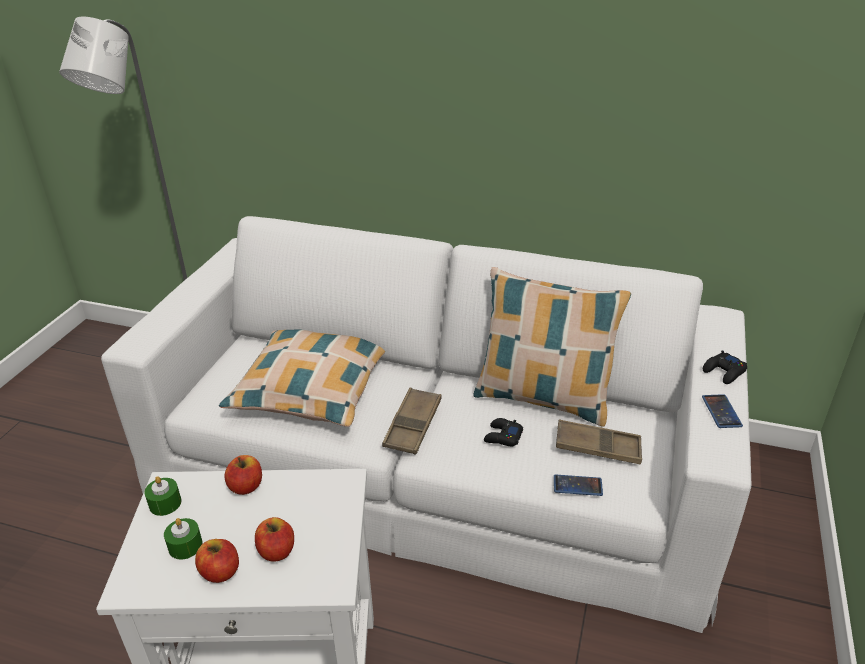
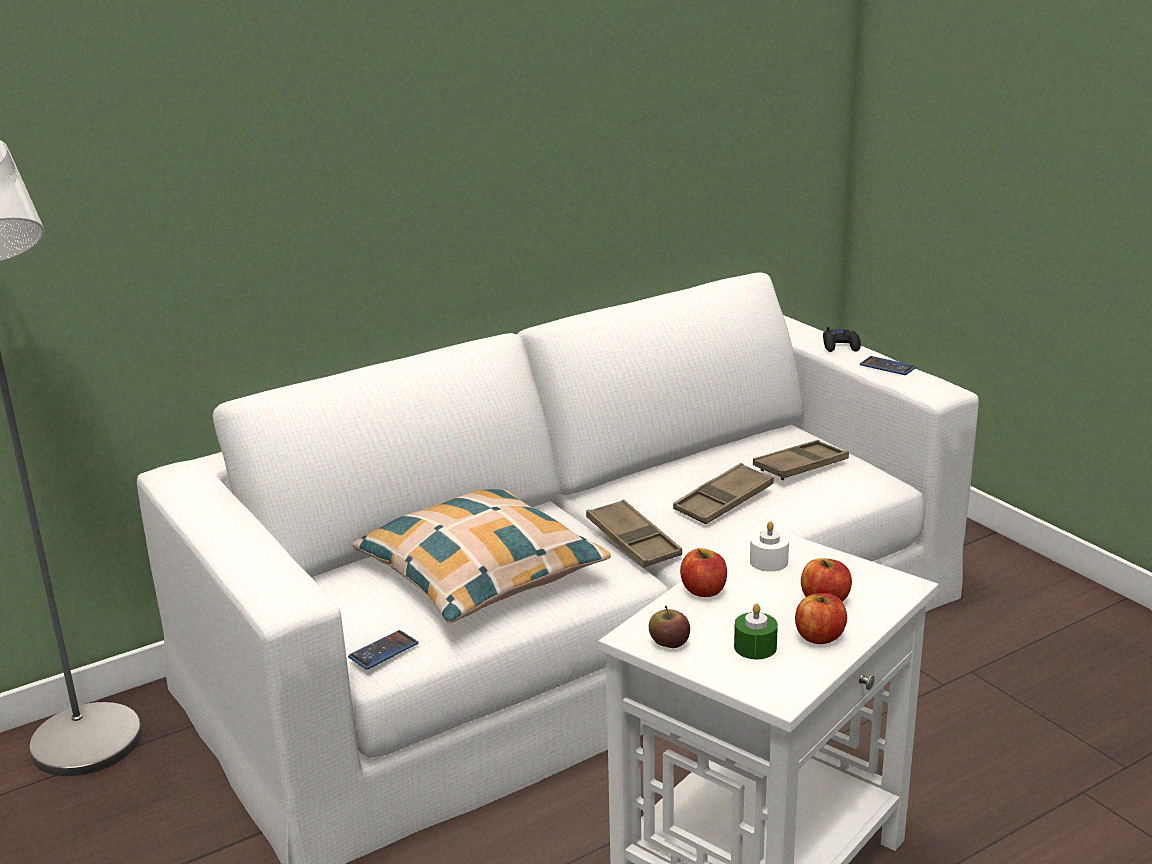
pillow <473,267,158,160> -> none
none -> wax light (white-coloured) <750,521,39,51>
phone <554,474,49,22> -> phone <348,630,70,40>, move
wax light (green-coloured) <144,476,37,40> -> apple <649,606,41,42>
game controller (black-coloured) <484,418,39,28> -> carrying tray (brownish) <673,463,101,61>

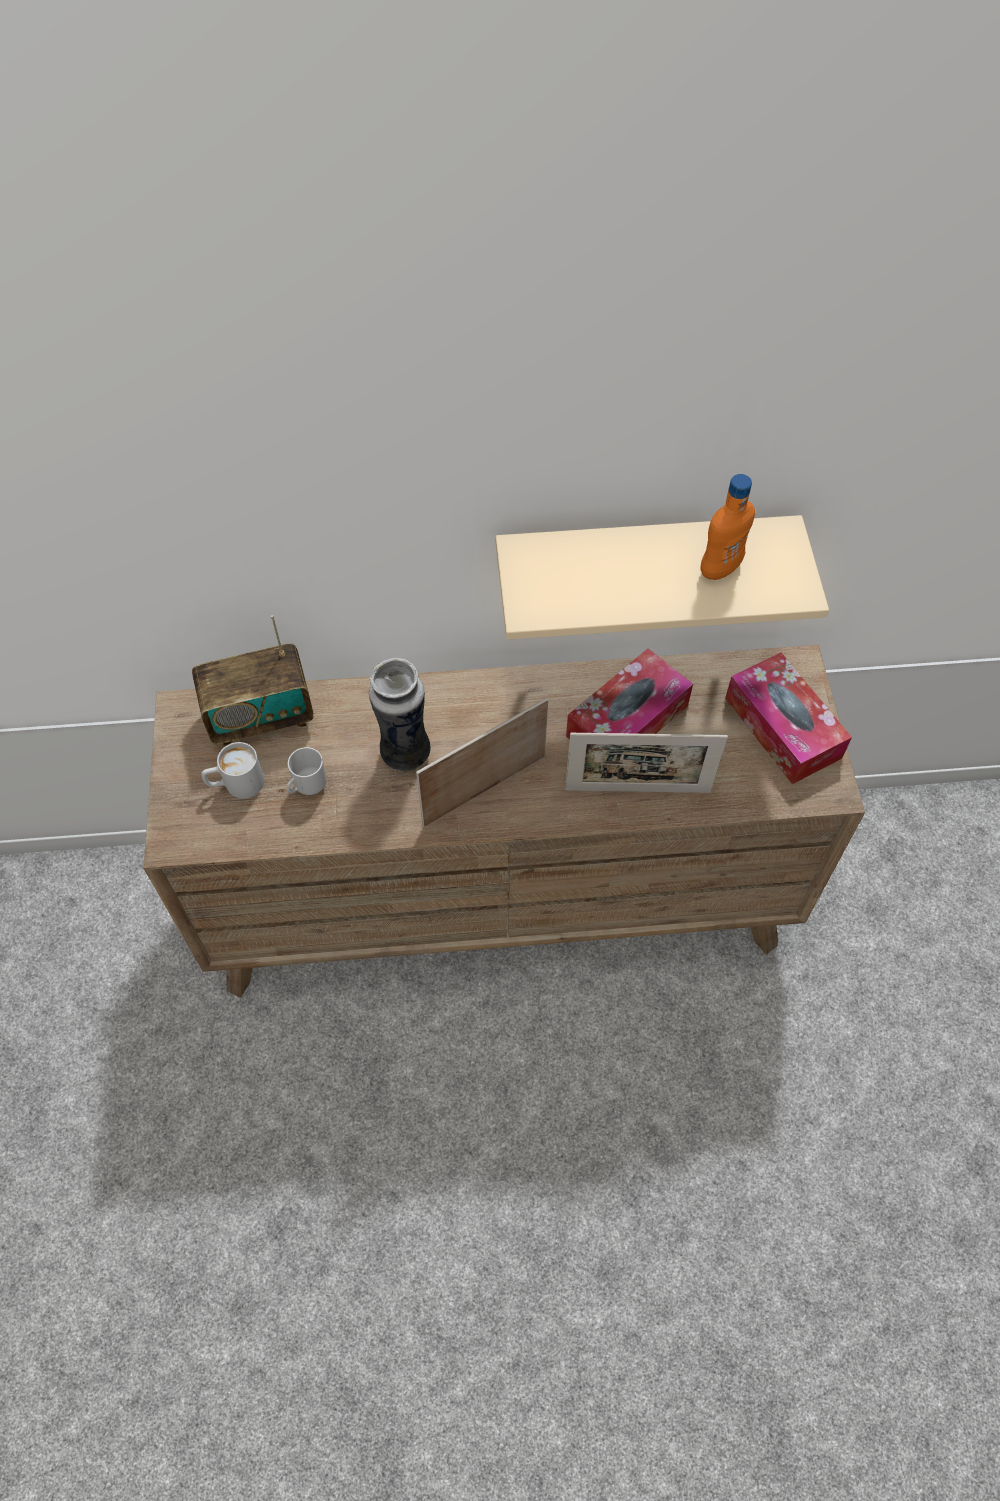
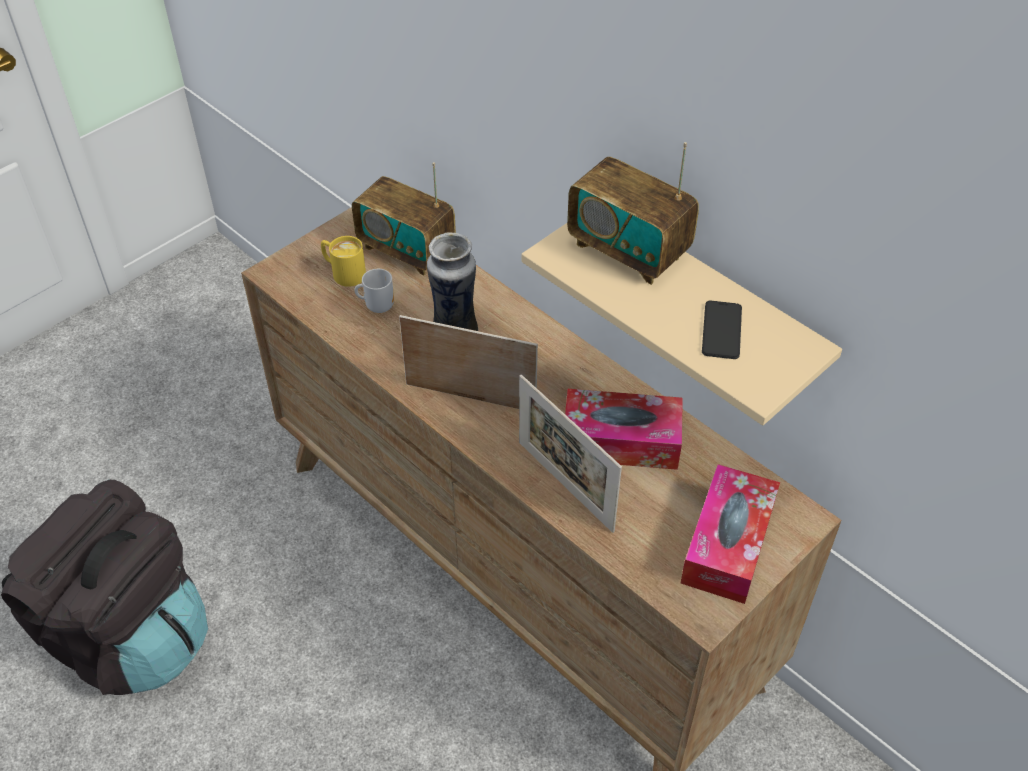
none -> knapsack (black-coloured) <1,480,207,215>
none -> radio receiver <567,142,132,143>
beverage bottle (orangey) <701,474,54,106> -> phone <702,301,40,58>
tea mug (white-coloured) <201,742,63,57> -> tea mug (yellow) <321,236,45,51>

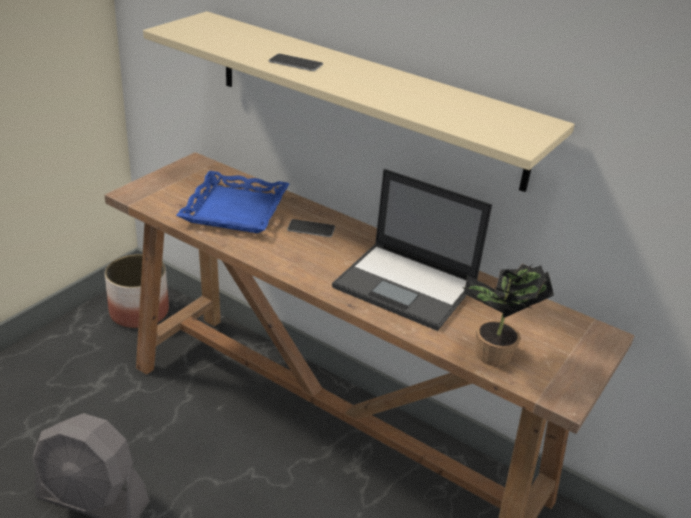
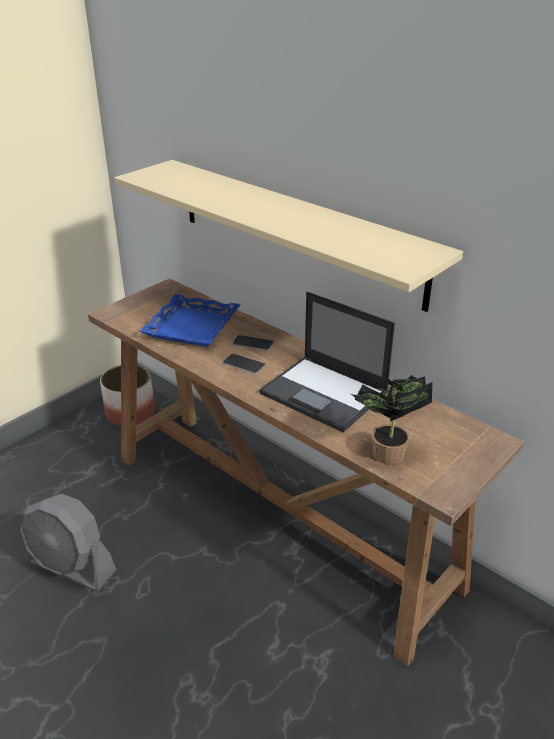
phone <268,54,55,17> -> phone <222,354,44,20>, move

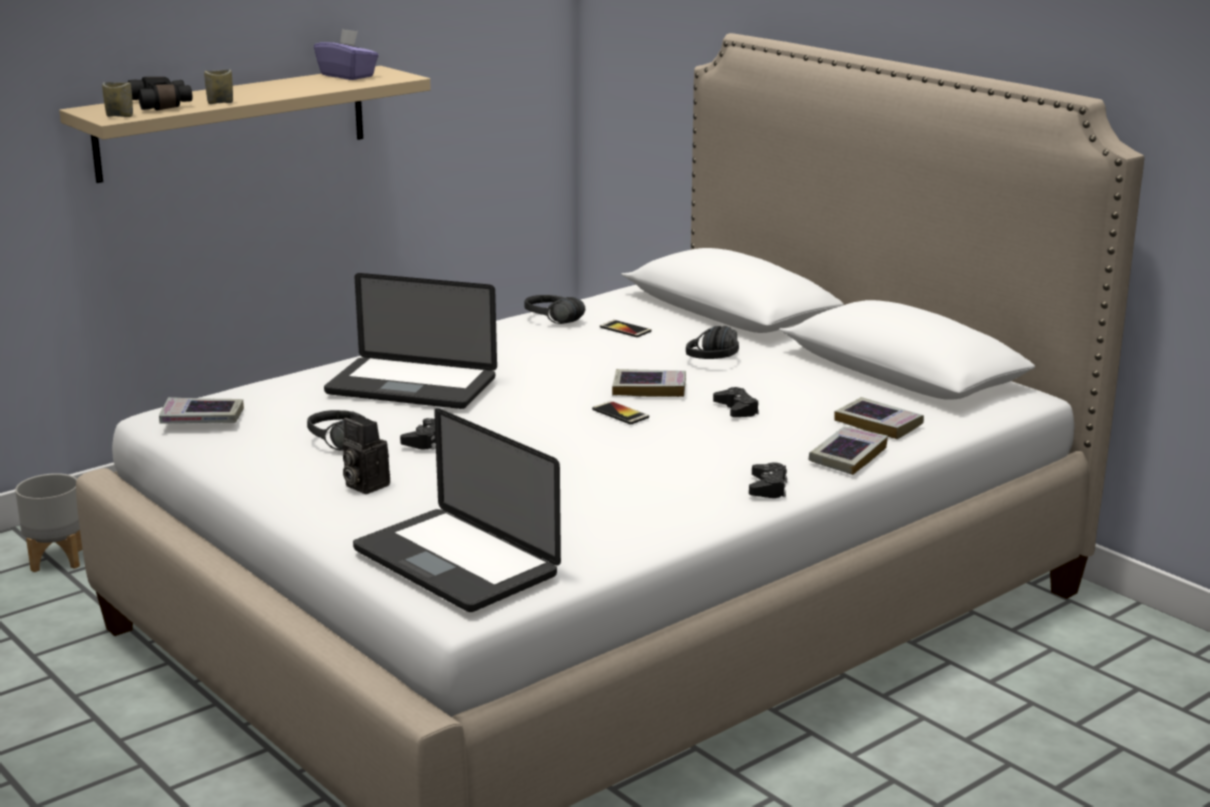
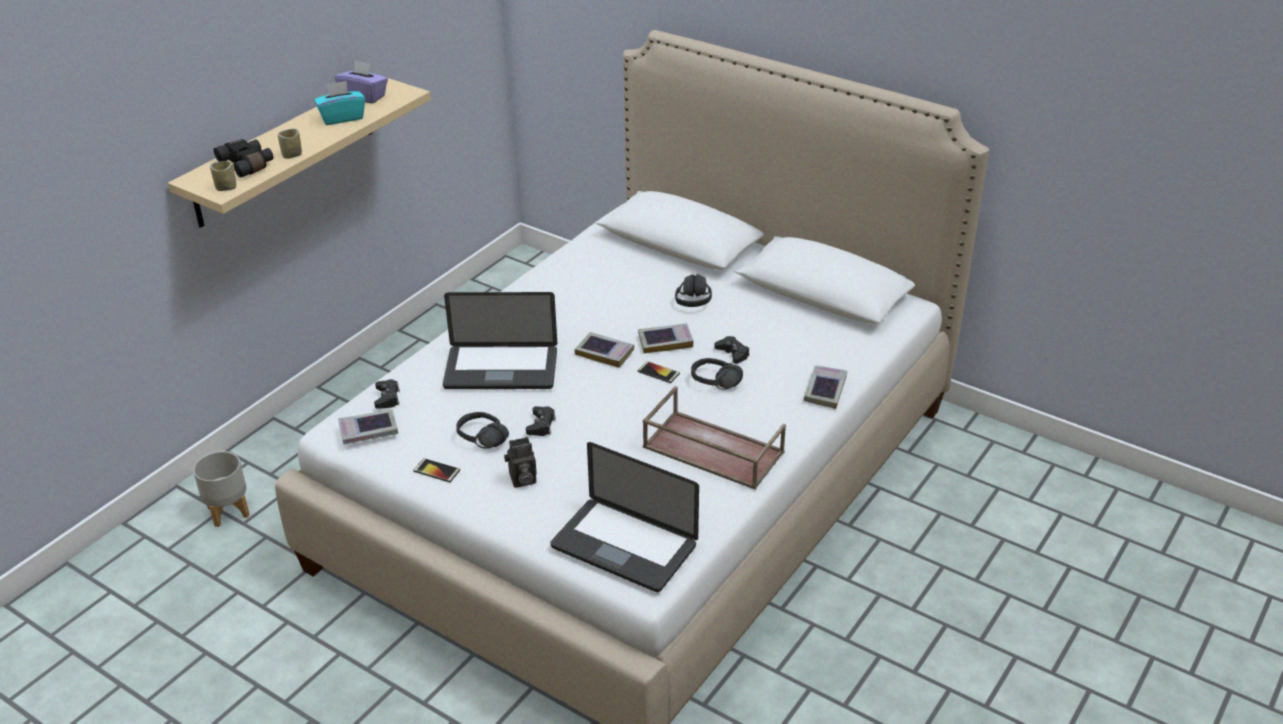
none -> box of tissues (turquoise) <314,81,51,44>
none -> carrying tray (brownish) <643,386,143,104>
headset (black-coloured) <524,295,61,29> -> headset (black-coloured) <691,358,52,32>, move
phone <600,320,51,17> -> phone <413,458,47,24>, move
game controller (black-coloured) <749,462,38,36> -> game controller (black-coloured) <374,379,26,30>, move
volume <834,397,90,42> -> volume <574,332,60,36>, move
still camera <343,416,47,78> -> still camera <504,437,33,51>, 45 degrees counterclockwise

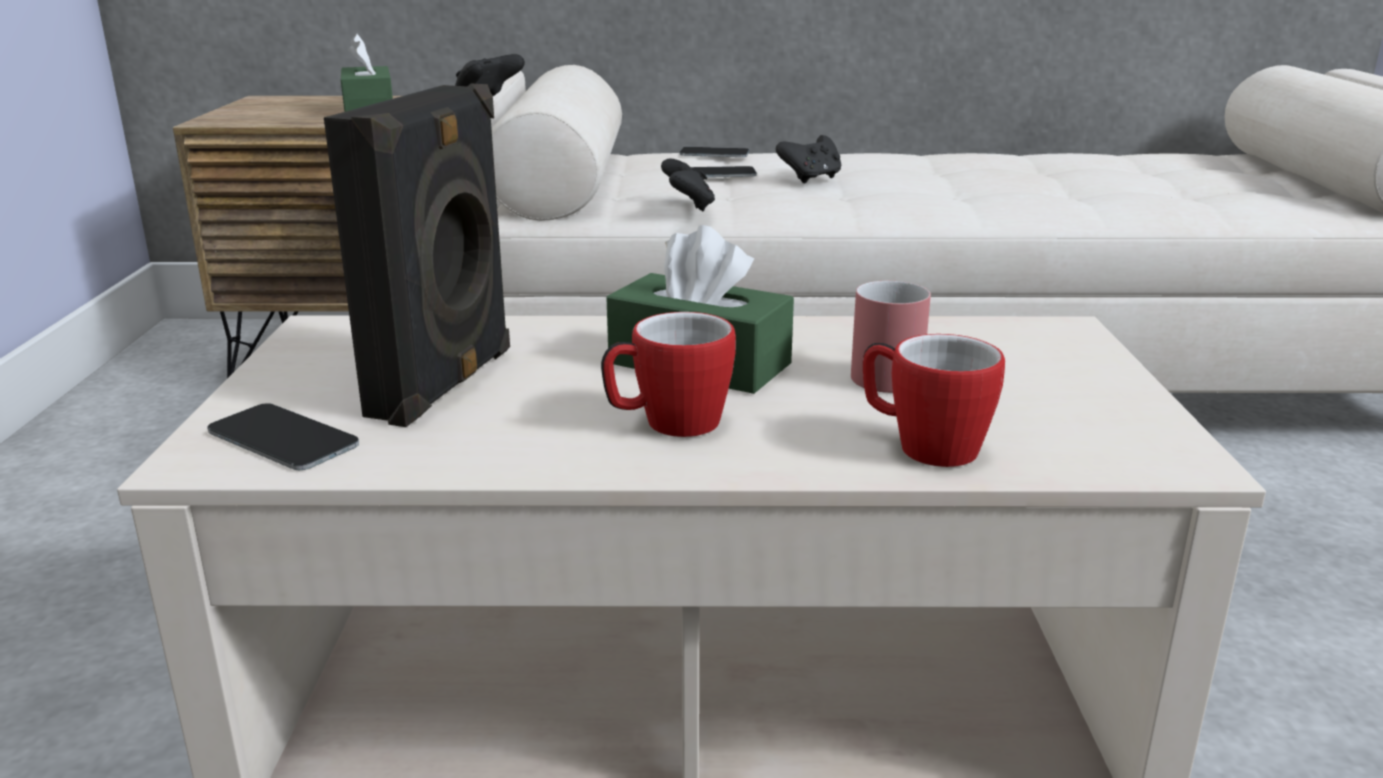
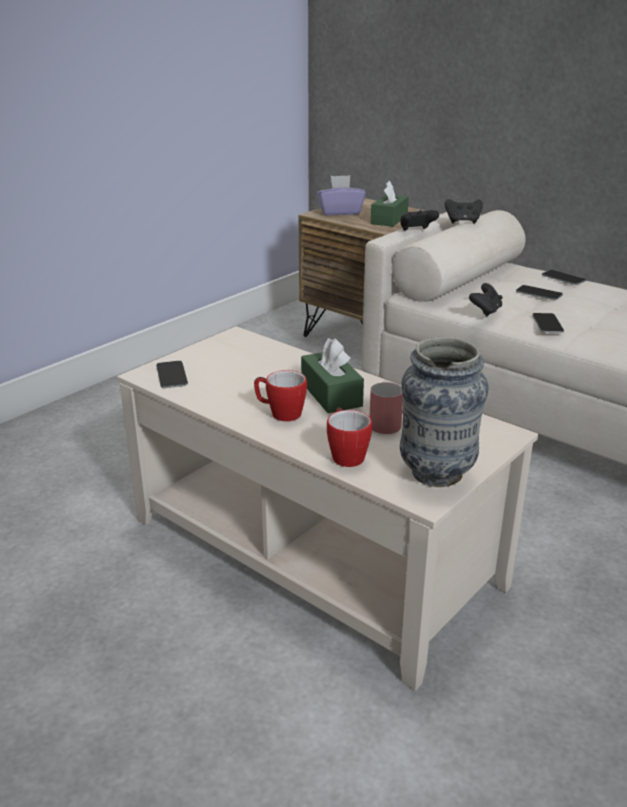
loudspeaker (black-coloured) <324,83,186,344> -> none
none -> box of tissues (purple-coloured) <317,175,49,41>
none -> vase <400,337,89,150>
none -> phone <532,313,32,20>
game controller (black-coloured) <776,135,65,49> -> game controller (black-coloured) <444,199,39,25>, move

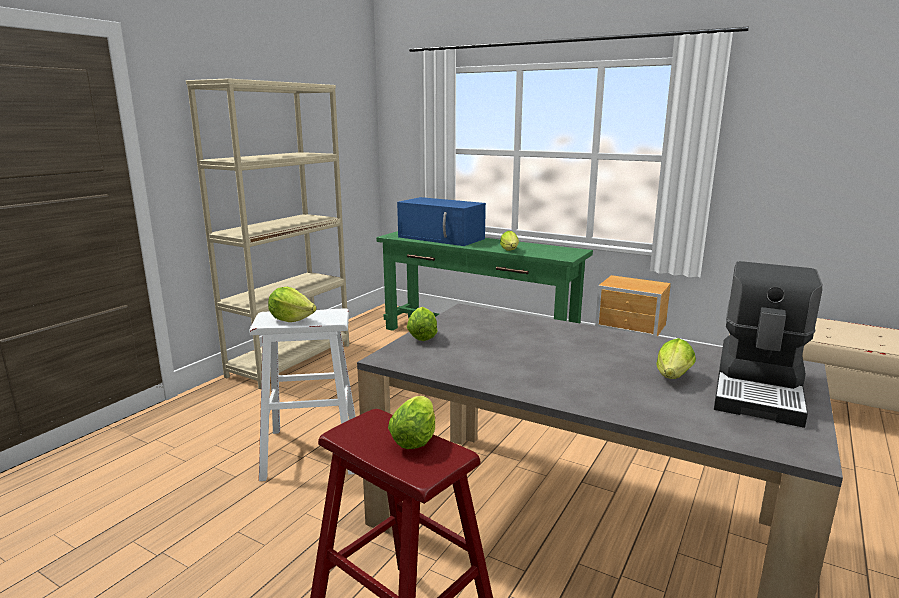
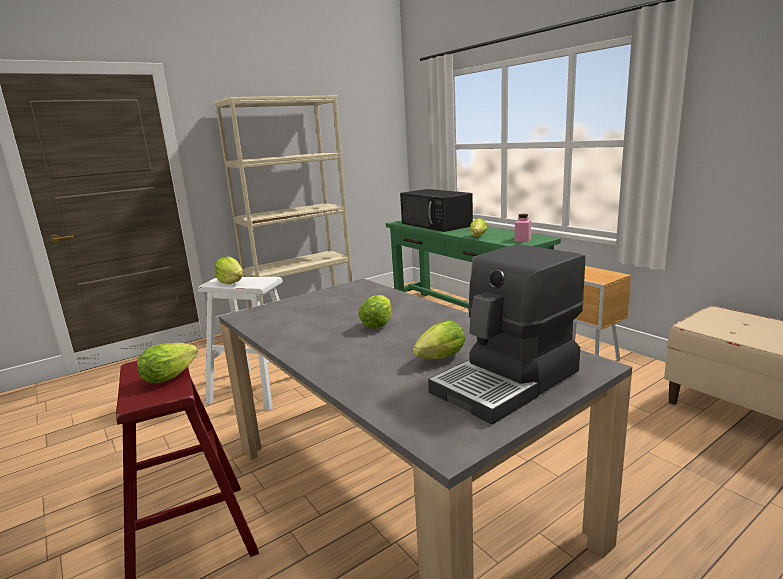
none -> jar (pink) <514,214,17,28>
lettuce head <407,307,30,34> -> lettuce head <358,295,34,34>, move
microwave (bluish) <397,197,89,49> -> microwave (black-coloured) <400,189,73,43>

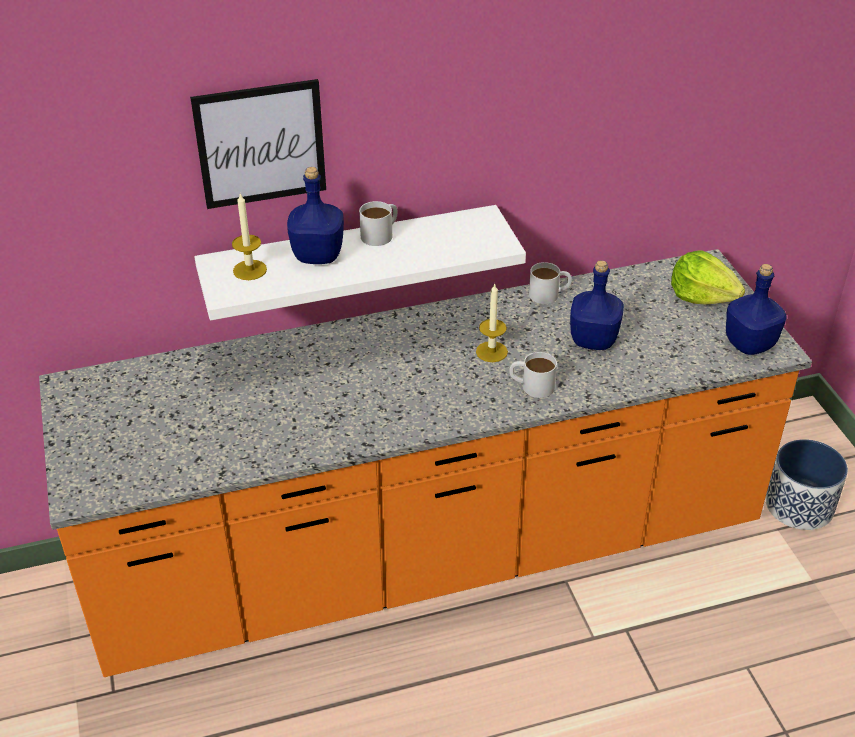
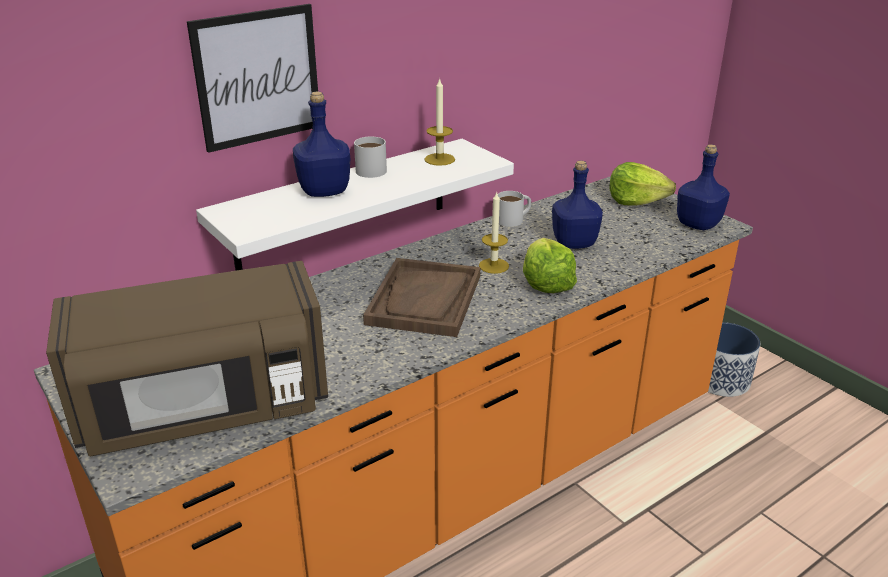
none -> microwave (brownish) <46,261,282,195>
none -> carrying tray (brownish) <363,258,117,79>
wax light <232,192,35,88> -> wax light <424,78,31,88>, move
tea mug (white-coloured) <509,352,48,46> -> lettuce head <523,238,54,55>

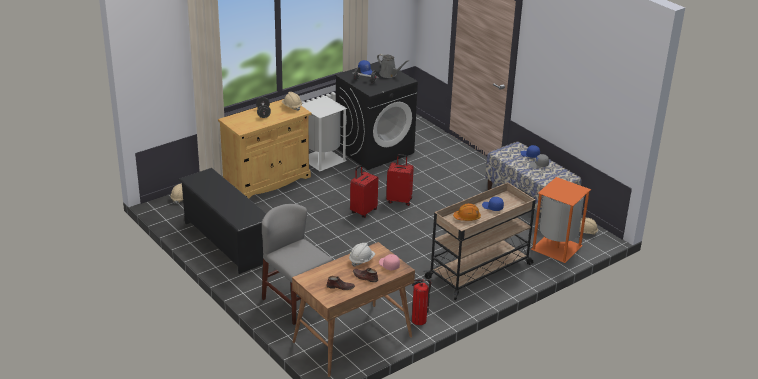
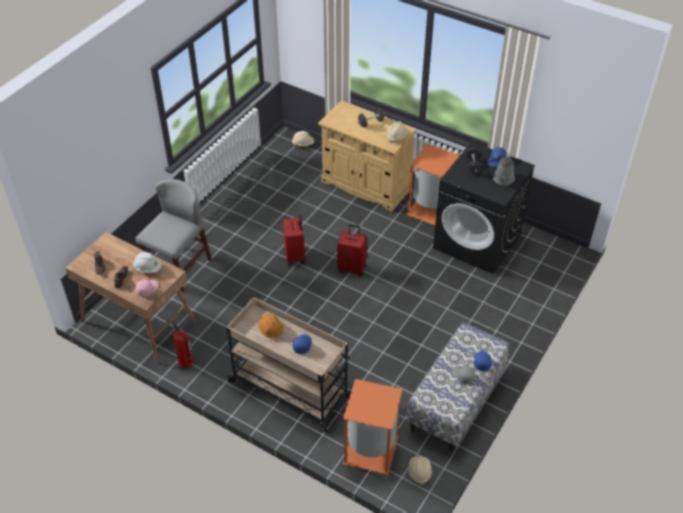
shoe rack (black-coloured) <178,168,89,106> -> none
travel case (reddish) <386,154,28,52> -> travel case (reddish) <283,214,22,52>, move
waste bin (white-coloured) <301,96,46,75> -> waste bin (orangey) <406,144,54,81>

